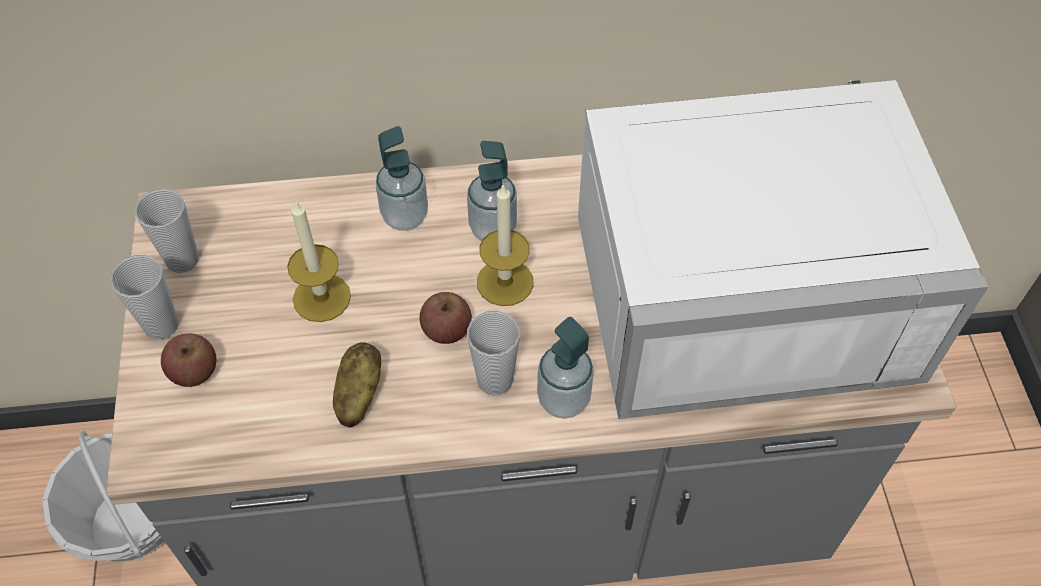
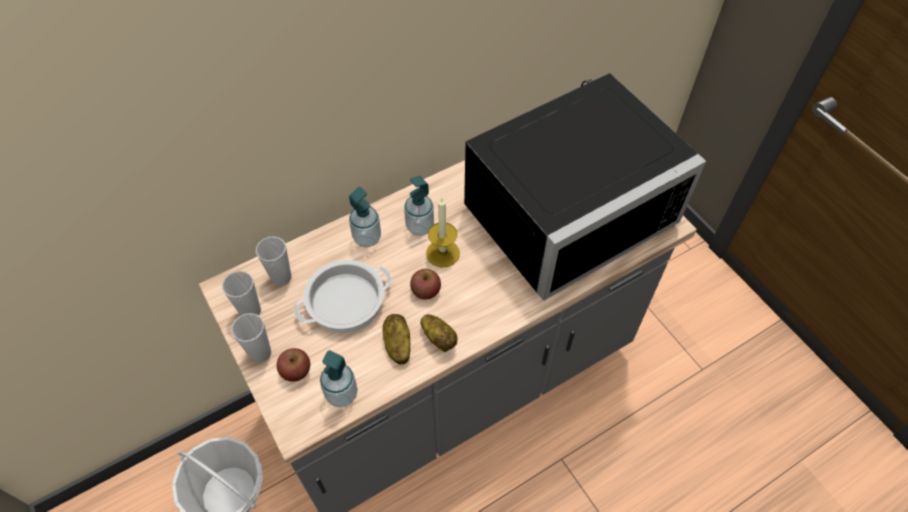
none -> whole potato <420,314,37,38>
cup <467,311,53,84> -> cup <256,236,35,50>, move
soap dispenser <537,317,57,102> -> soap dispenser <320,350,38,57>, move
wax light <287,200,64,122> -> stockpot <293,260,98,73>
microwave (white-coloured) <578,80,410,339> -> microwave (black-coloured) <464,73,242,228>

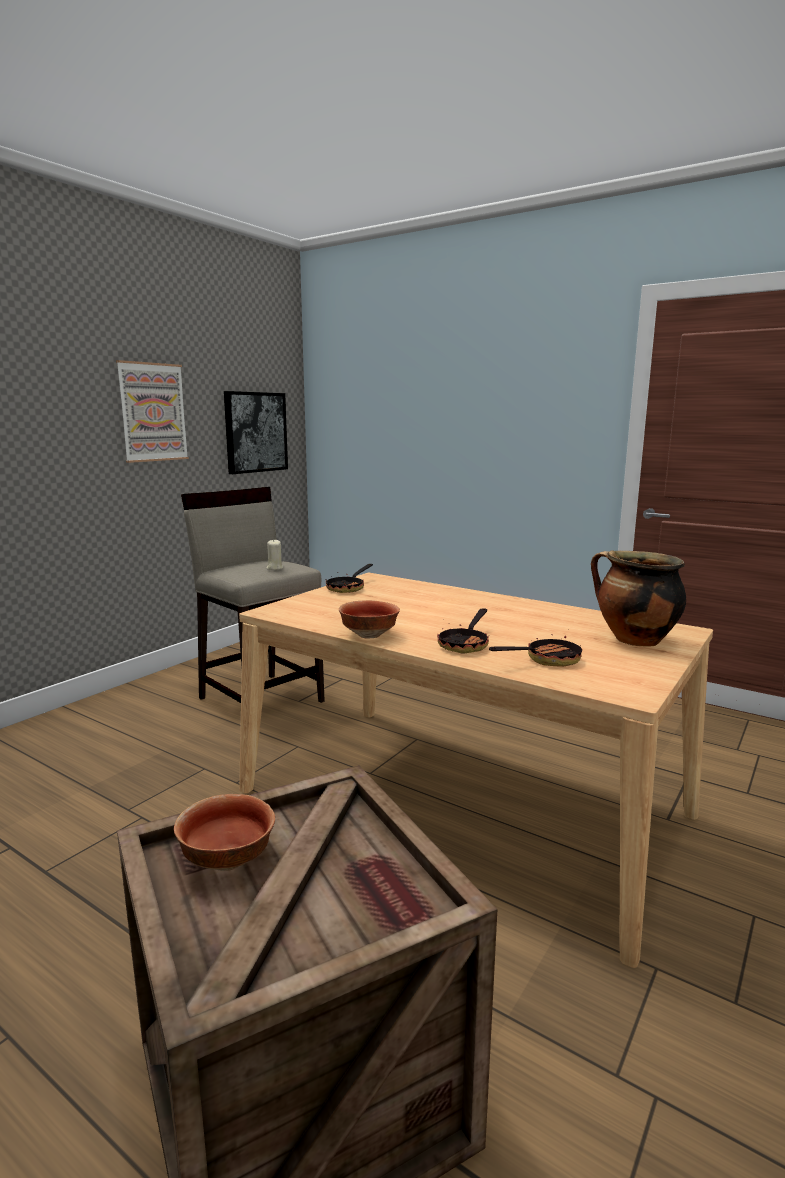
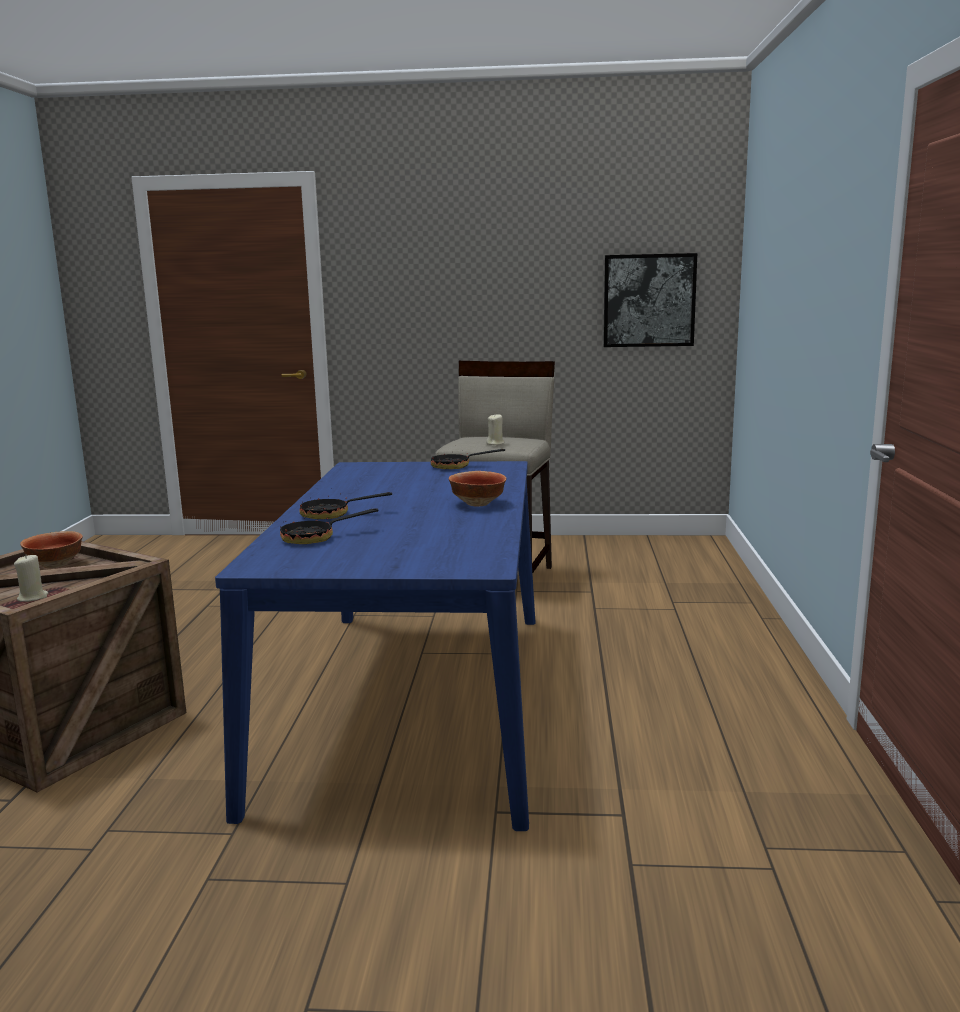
wall art <116,360,73,103> -> none
stockpot <591,550,95,96> -> none
none -> wax light (sand-coloured) <14,554,34,48>
deep dish <339,600,61,39> -> deep dish <449,471,57,36>, move
kitchen table (sand-coloured) <239,573,474,395> -> kitchen table (bluish) <215,461,320,370>
pan <489,629,93,38> -> pan <280,508,99,36>, 120 degrees clockwise

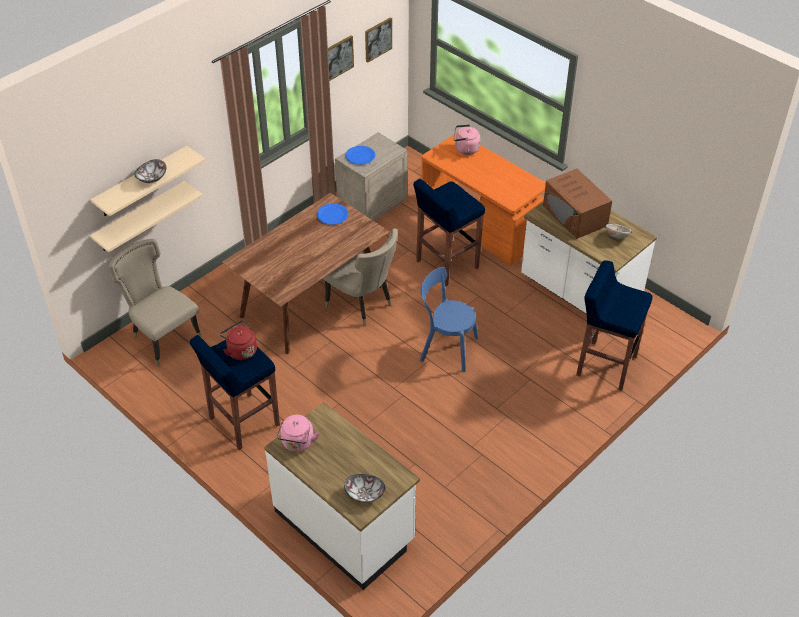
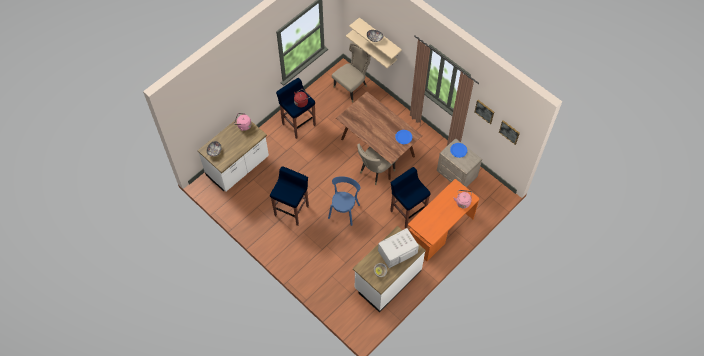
sitting stool (bluish) <576,260,77,131> -> sitting stool (bluish) <270,166,39,60>, move
microwave (brownish) <543,169,69,70> -> microwave (white-coloured) <378,228,41,40>

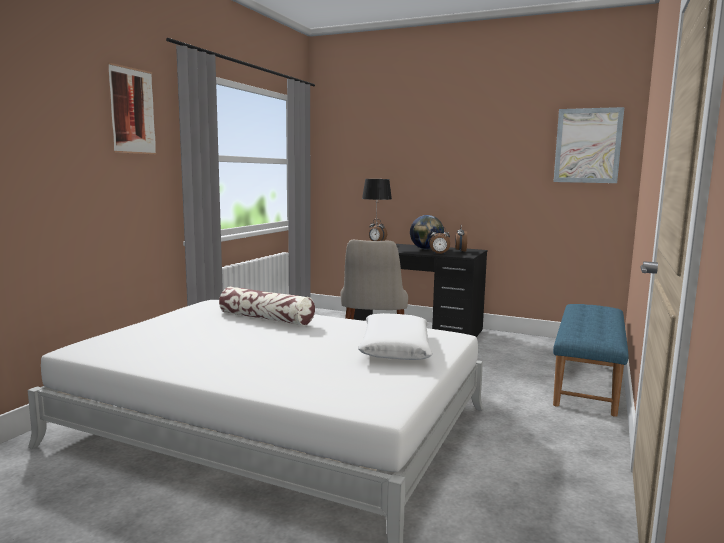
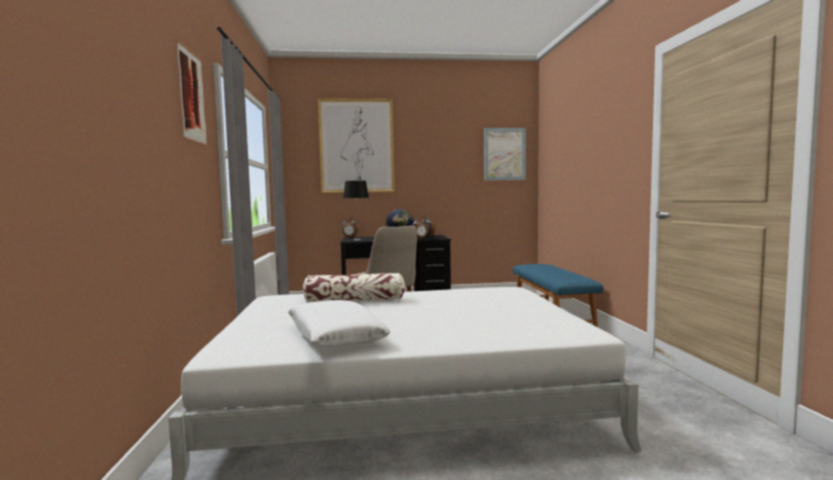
none -> wall art <318,98,77,95>
pillow (white-coloured) <358,313,74,47> -> pillow (white-coloured) <288,300,102,47>, move

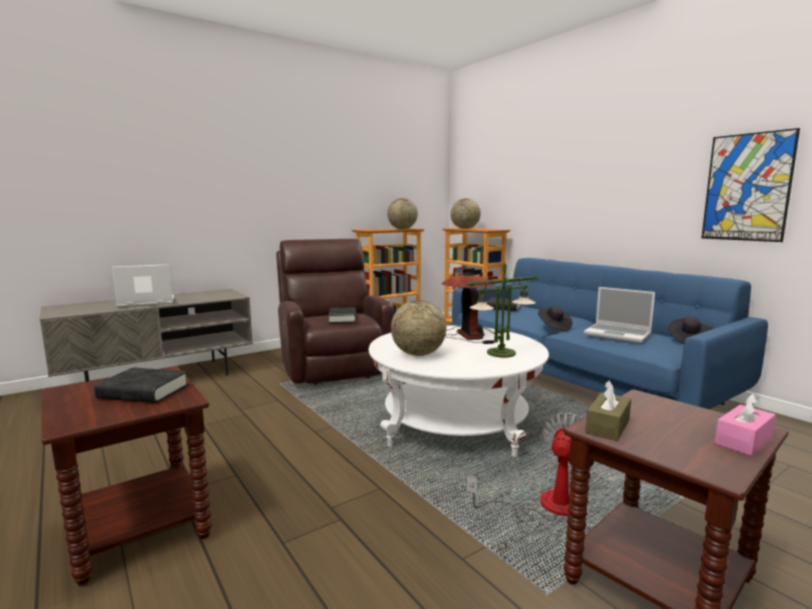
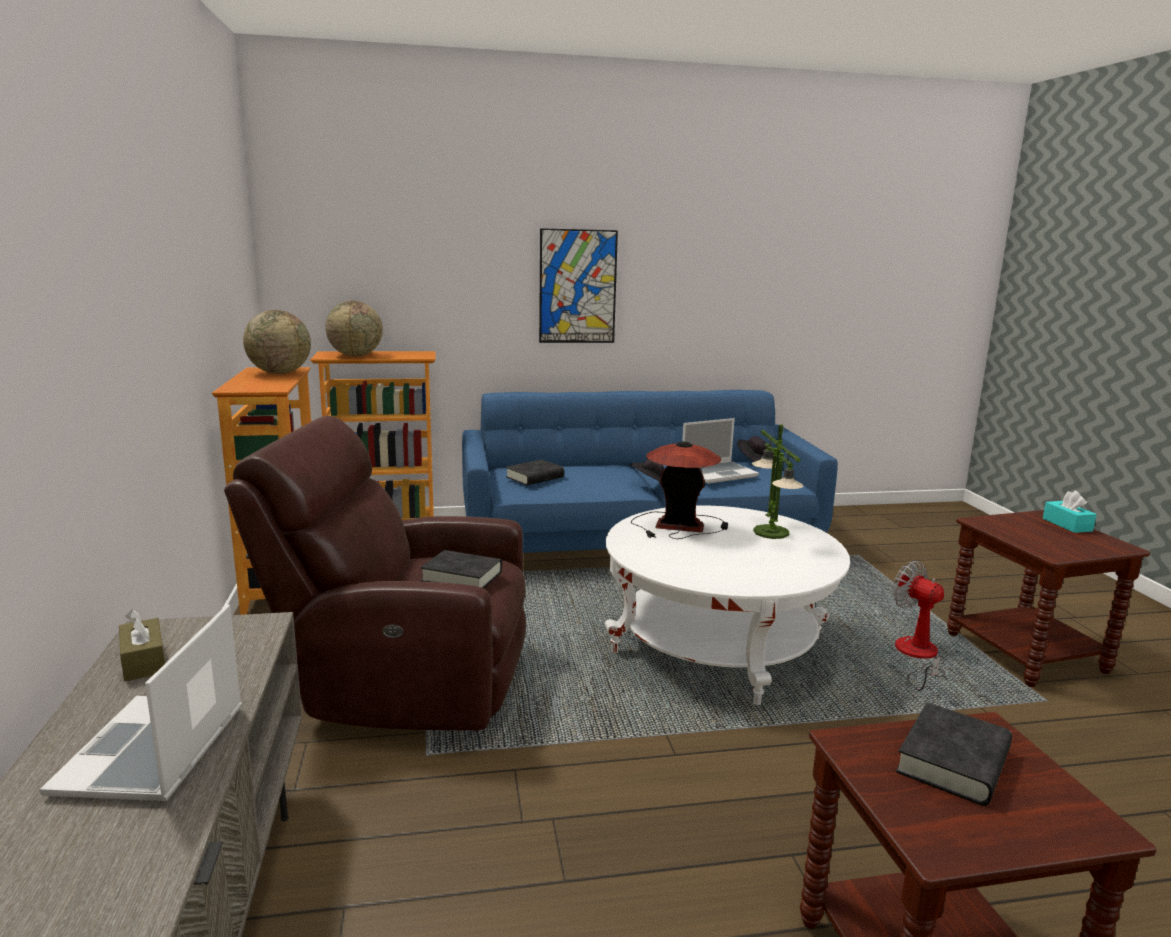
globe <391,300,55,56> -> none
box of tissues (brownish) <585,381,46,60> -> box of tissues (brownish) <119,609,46,72>, move
wall art <702,128,98,114> -> wall art <539,228,79,115>, move
box of tissues (pink) <715,393,61,63> -> box of tissues (turquoise) <1043,491,54,42>

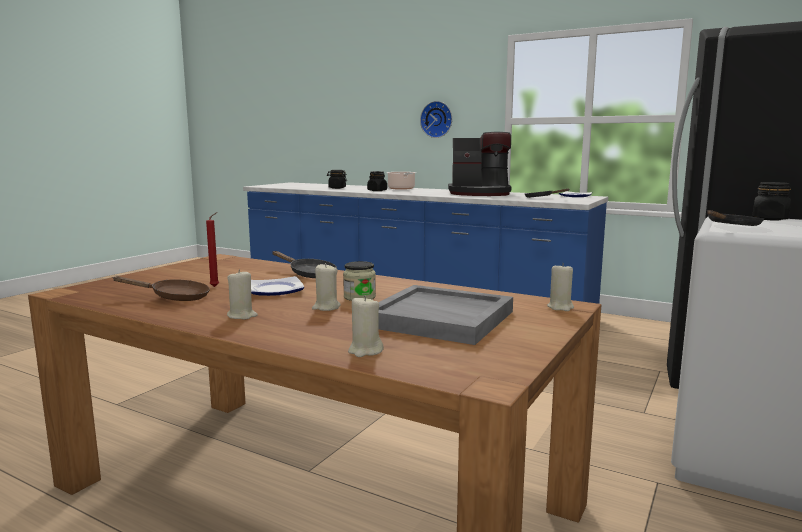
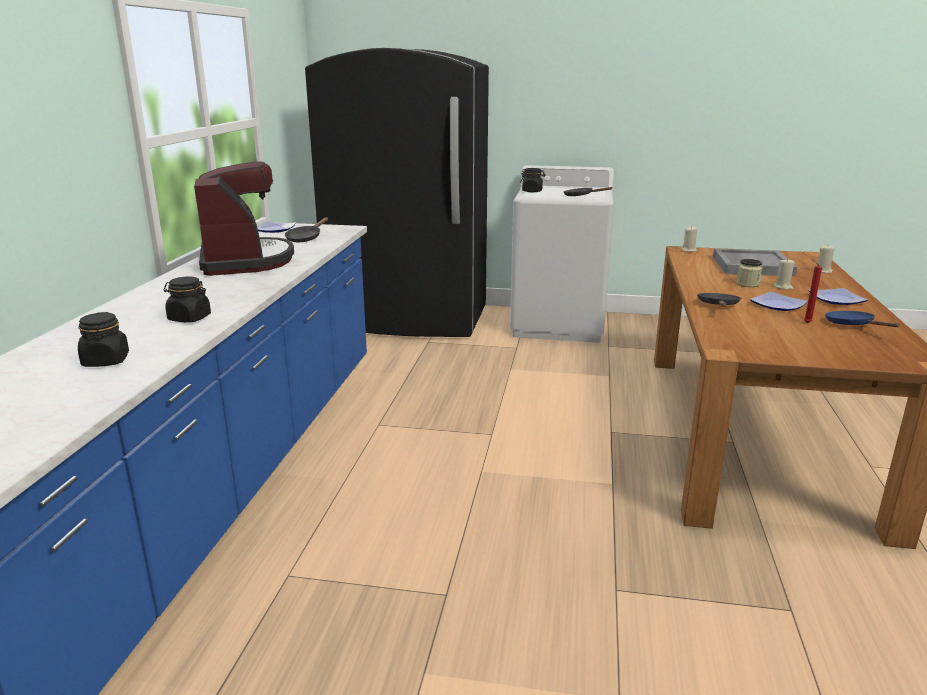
stockpot <386,172,30,18> -> none
clock on the wall <420,101,32,37> -> none
wax light (sand-coloured) <227,269,31,51> -> dinner plate <808,288,60,17>
pan (brownish) <112,276,98,25> -> pan (bluish) <825,311,75,16>

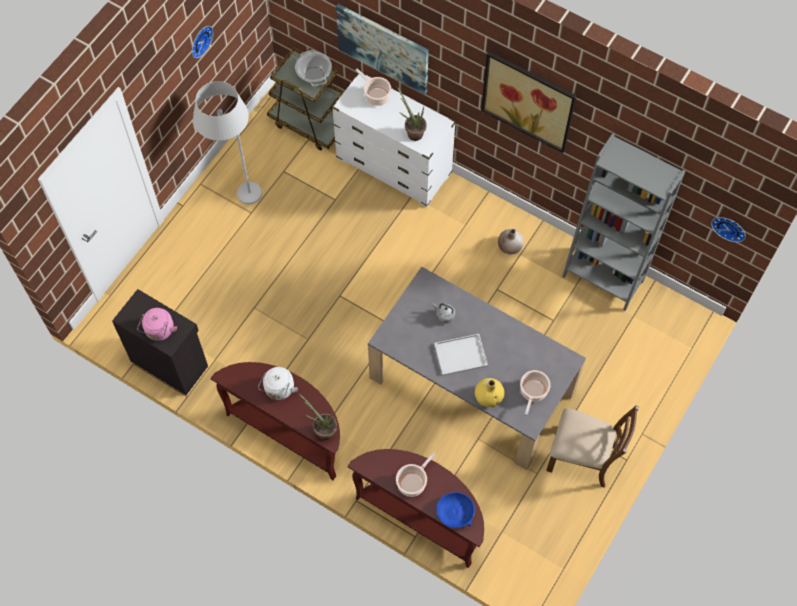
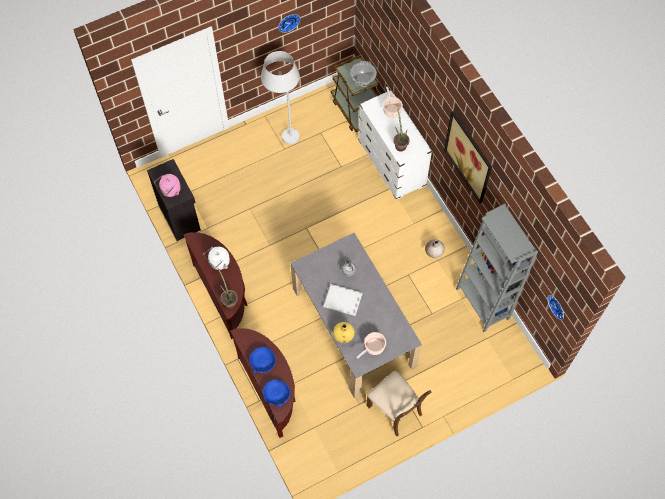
wall art <336,4,93,90> -> none
stockpot <396,452,40,45> -> deep dish (bluish) <249,347,27,26>

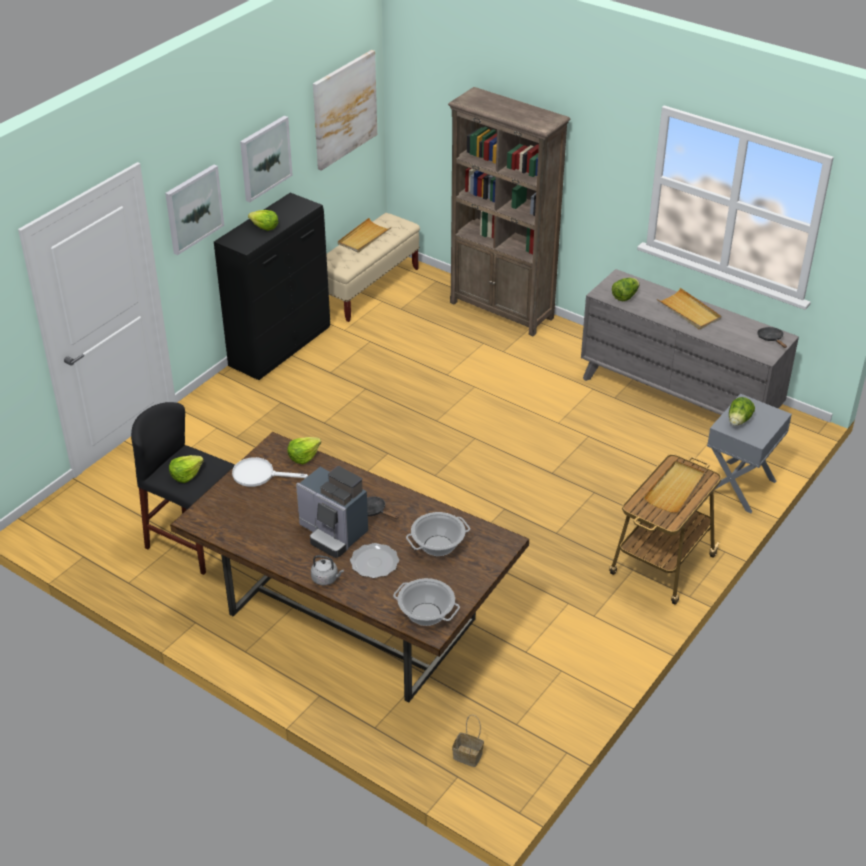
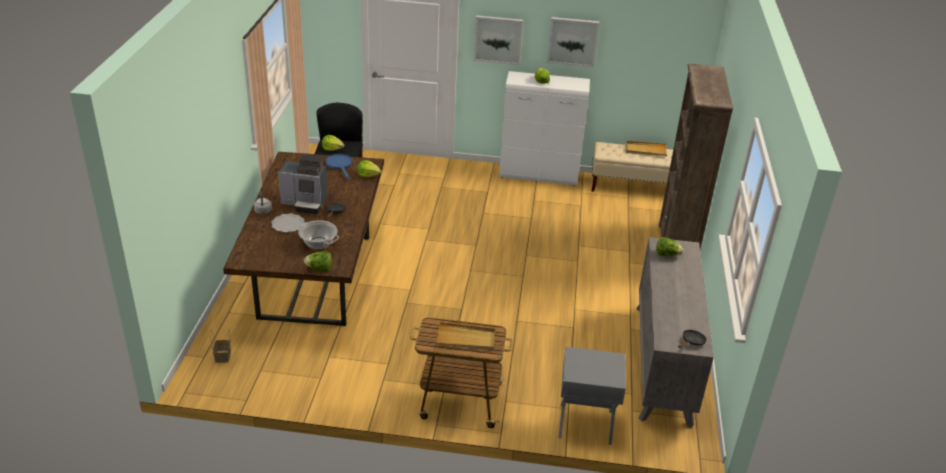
wall art <313,50,64,121> -> none
stockpot <393,578,67,48> -> none
carrying tray (sand-coloured) <657,288,64,42> -> none
lettuce head <729,397,26,29> -> lettuce head <304,251,28,20>, move
storage cabinet (black-coloured) <214,193,116,187> -> storage cabinet (white-coloured) <499,71,91,115>
pan (white-coloured) <232,457,76,30> -> pan (bluish) <325,154,27,26>
coffee brewer <296,466,72,92> -> coffee brewer <278,154,49,60>, 90 degrees counterclockwise

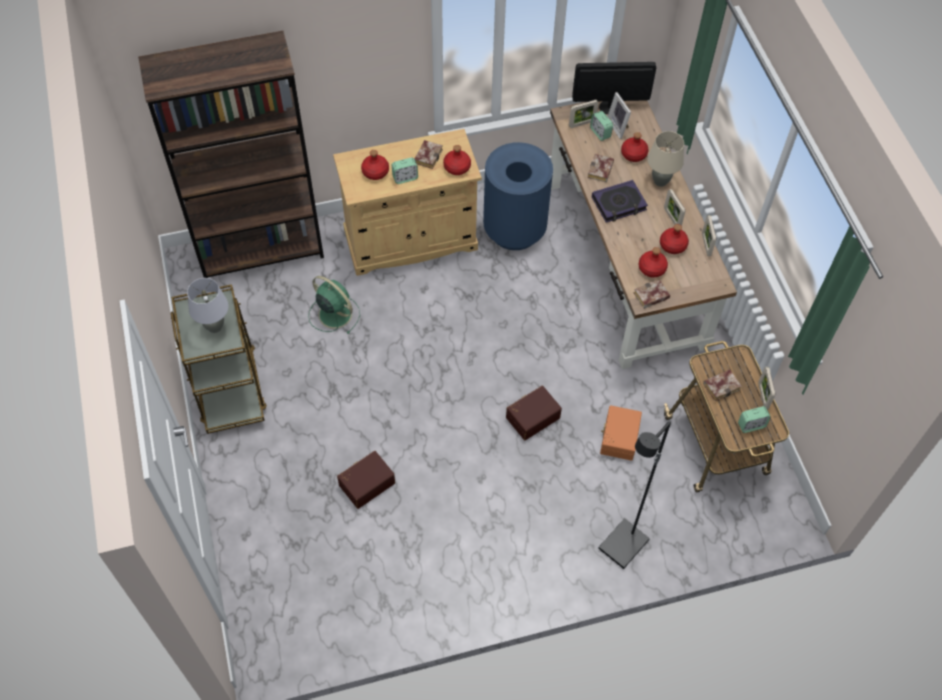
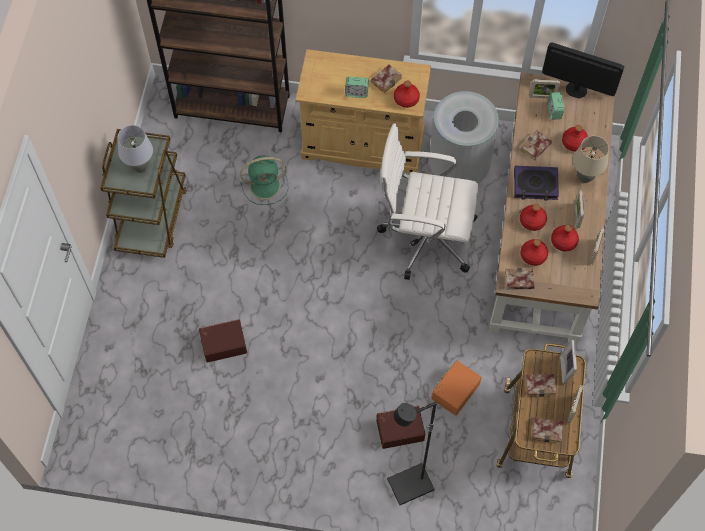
none -> office chair (white-coloured) <377,123,101,157>
beverage bottle (reddish) <361,150,28,30> -> beverage bottle (reddish) <520,204,27,27>, move
storage box (brownish) <506,385,56,55> -> storage box (brownish) <376,406,49,43>, move
picture frame <607,92,24,47> -> picture frame <560,340,17,44>, move
table clock <738,406,33,27> -> volume <532,418,31,25>
waste bin (bluish) <483,142,70,108> -> waste bin (greyish) <429,91,70,92>
fan (green-coloured) <308,276,52,58> -> fan (green-coloured) <240,155,48,50>, 105 degrees clockwise

